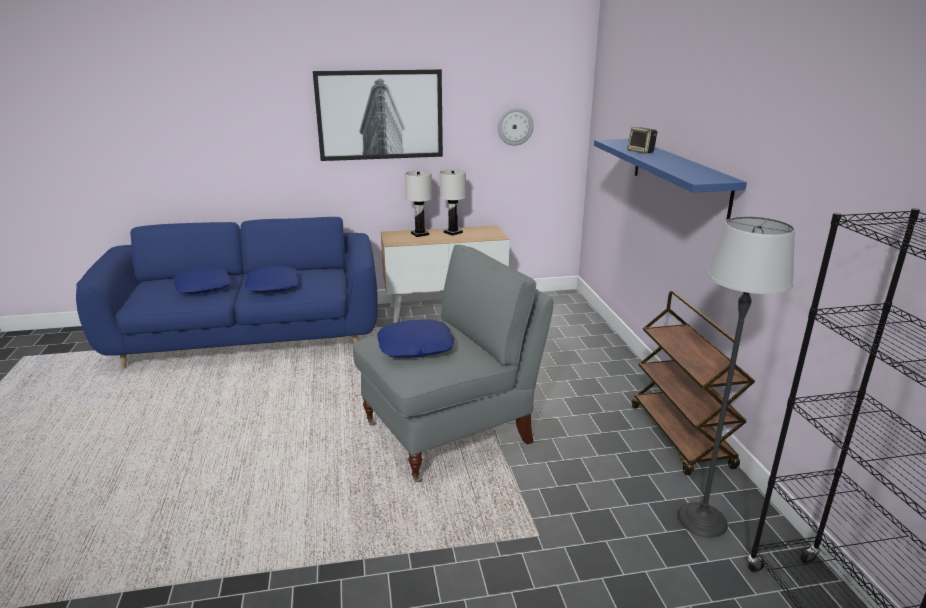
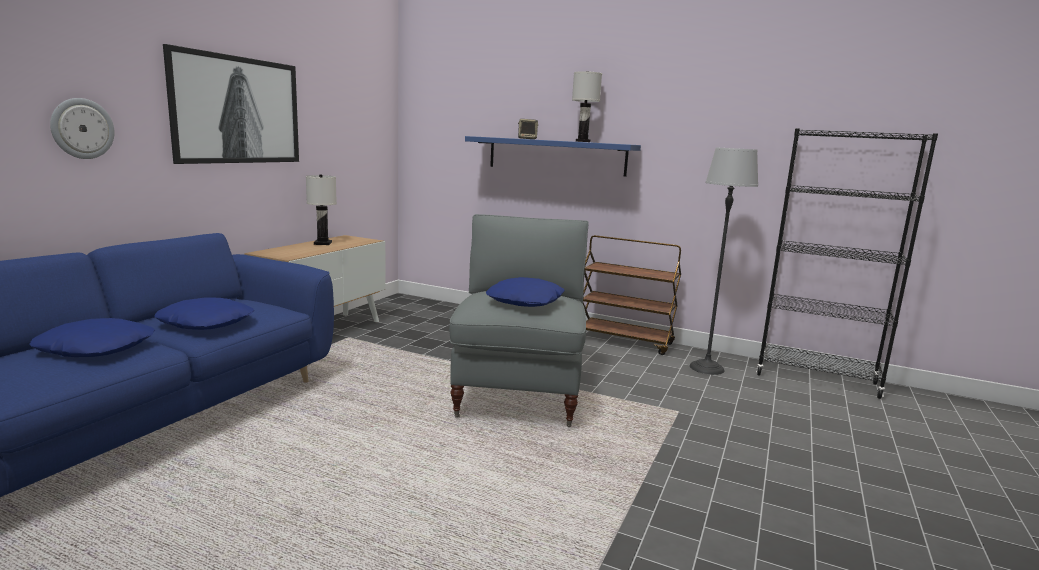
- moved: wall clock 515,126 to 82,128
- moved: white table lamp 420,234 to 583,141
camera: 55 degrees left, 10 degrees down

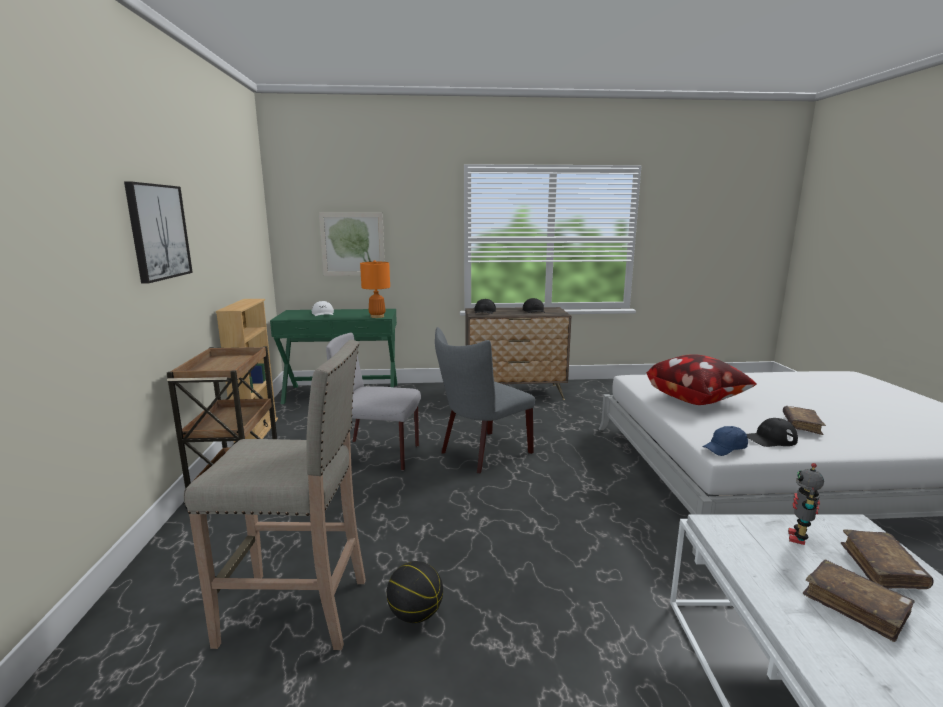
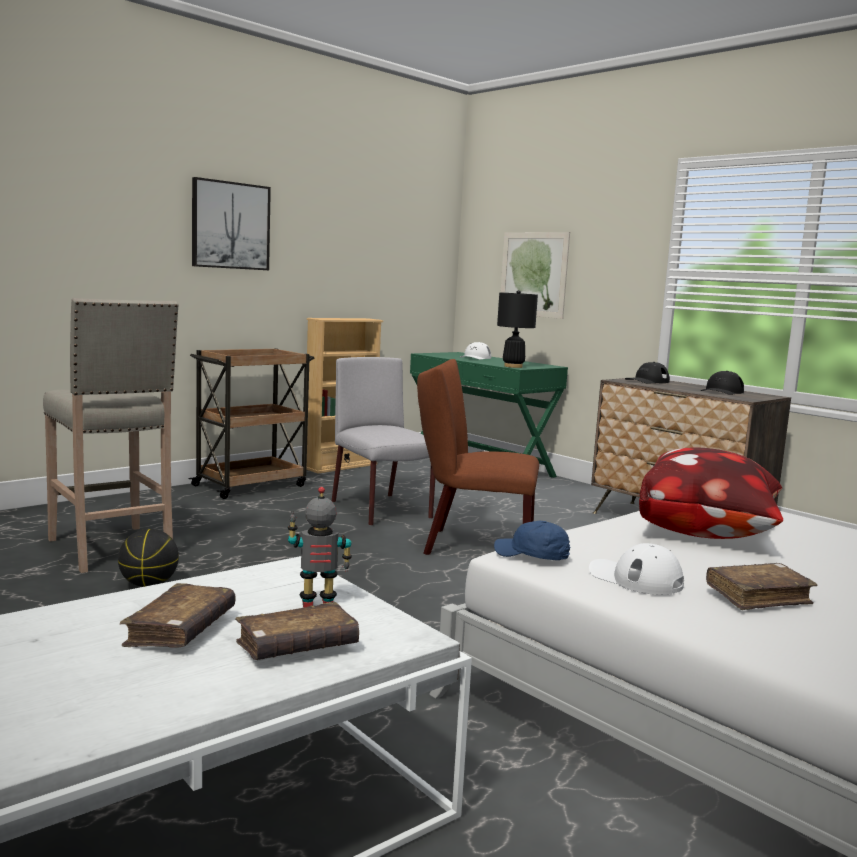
- recoloured: grey chair 481,453 to brown chair 471,545
- recoloured: orange table lamp 377,316 to black table lamp 513,366
- recoloured: black cap 769,439 to white cap 635,579
camera: 50 degrees right, 5 degrees down

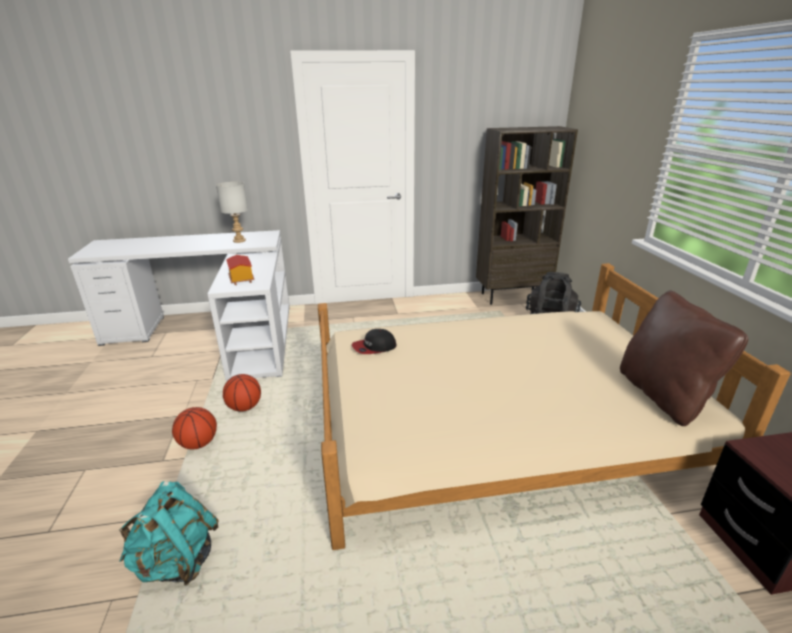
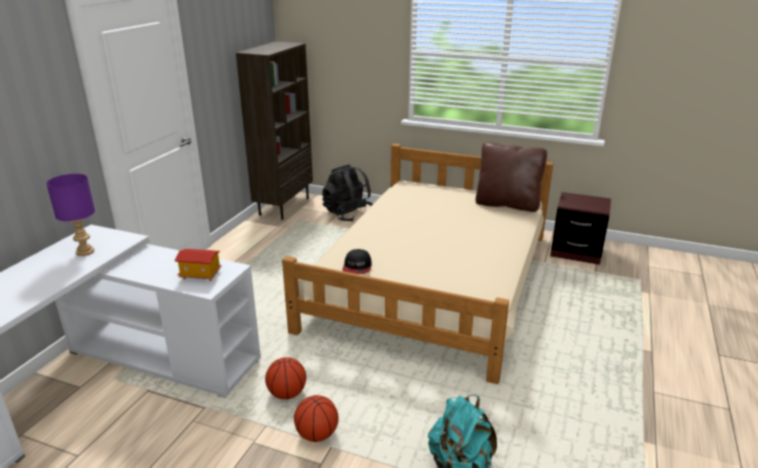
- recoloured: grey table lamp 239,241 to purple table lamp 86,252
camera: 60 degrees left, 0 degrees up

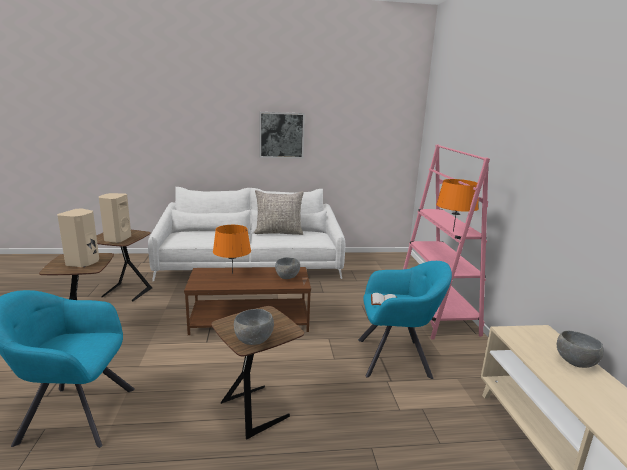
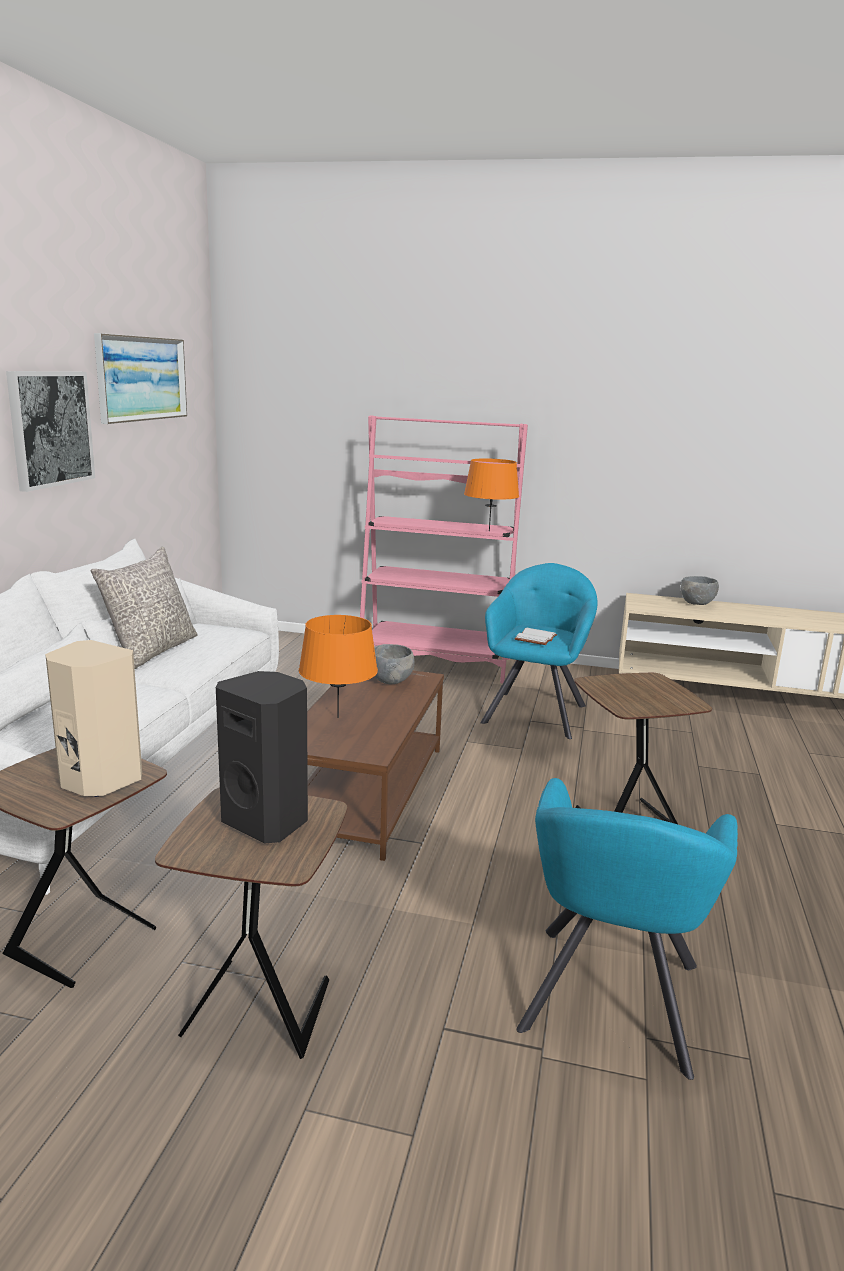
- added: picture 142,378
- recoloured: beige speaker 83,263 to black speaker 268,822
- removed: grey bowl 254,341
camera: 70 degrees left, 0 degrees up

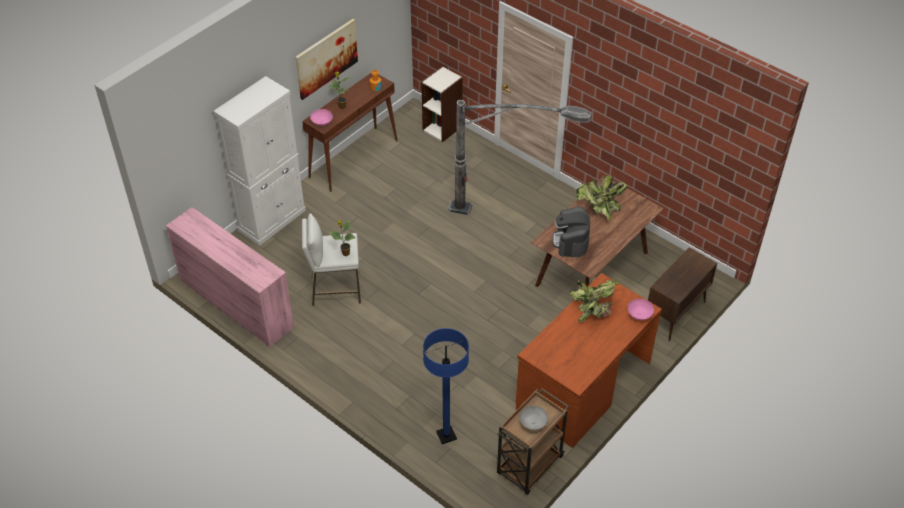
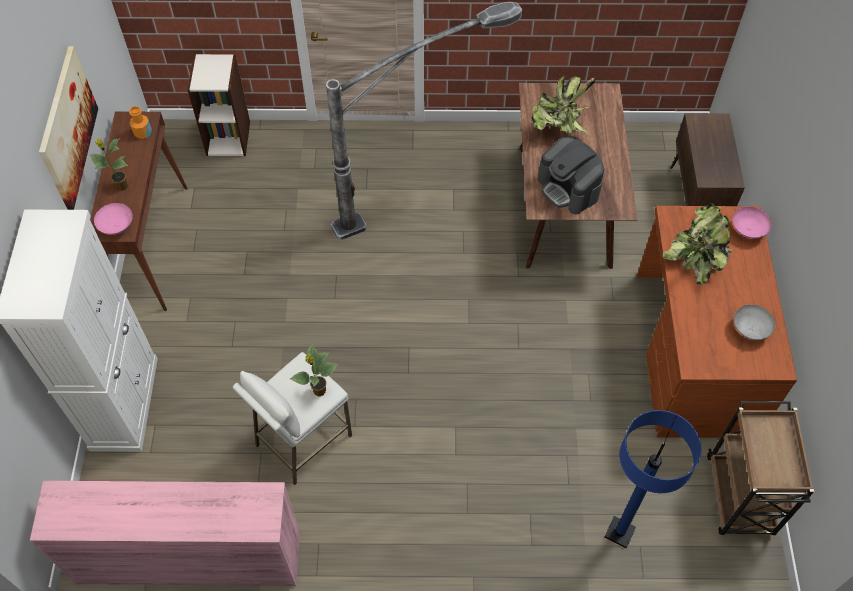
- moved: grey bowl 533,423 to 749,329
camera: 40 degrees left, 10 degrees up

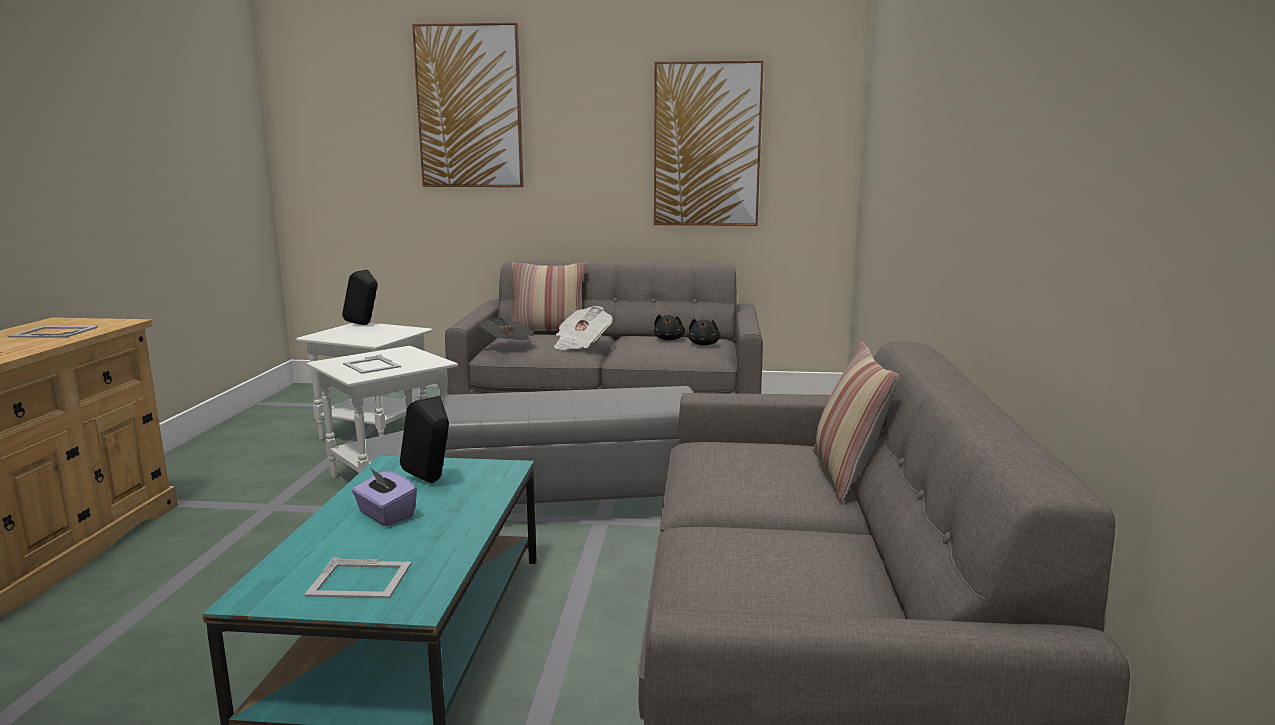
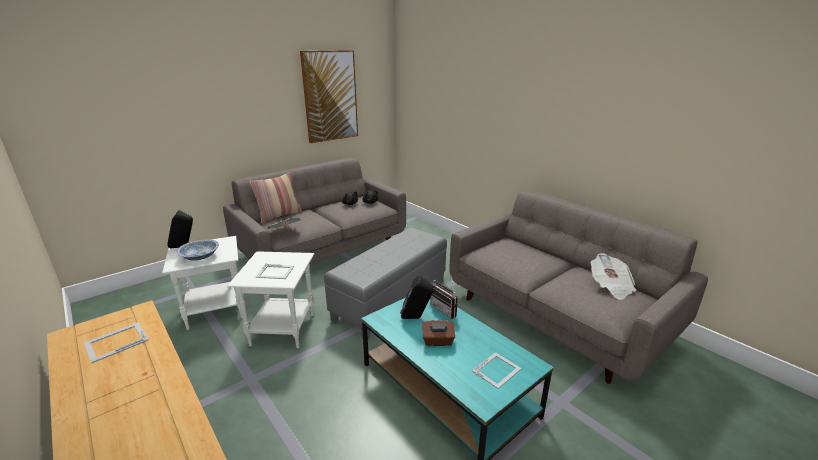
- added: bowl 200,257
- recoloured: purple tissue box 385,515 to brown tissue box 438,341
- added: radio 446,310
- moved: newspaper 581,344 to 610,287
- removed: picture 469,107
- removed: pillow 846,475
camera: 45 degrees left, 10 degrees up

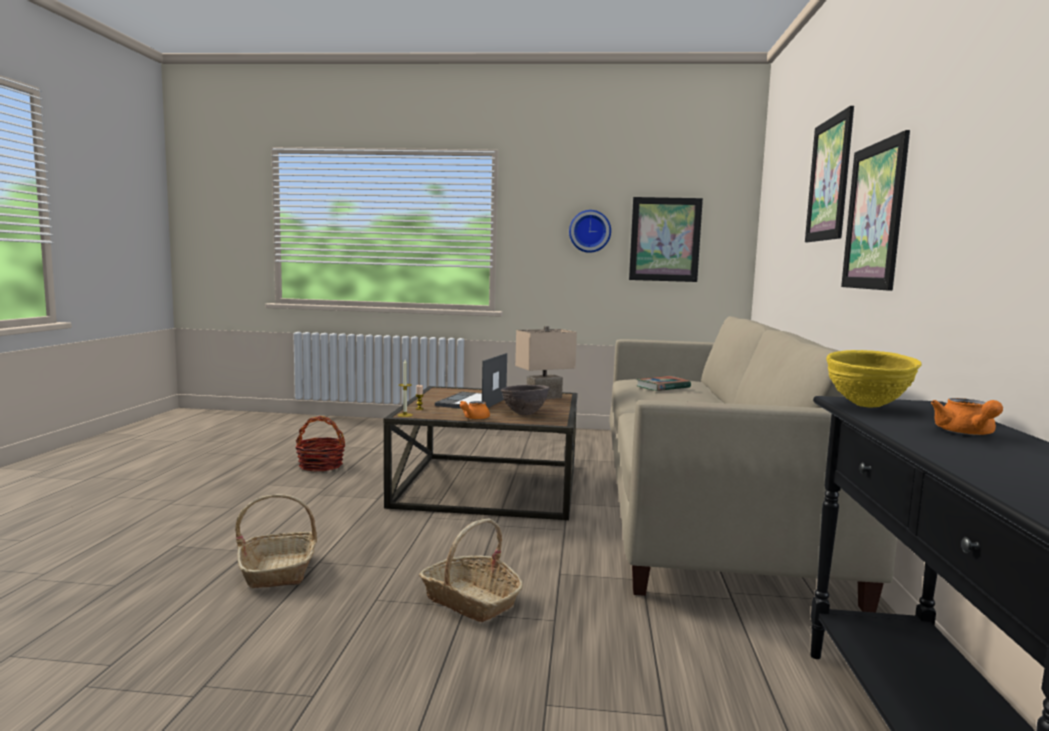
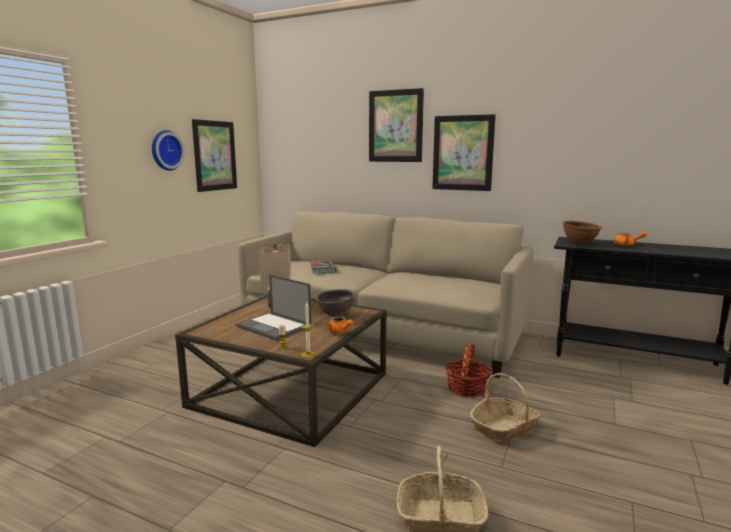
- moved: basket 321,465 to 467,388
- recoloured: yellow bowl 866,406 to brown bowl 579,244
camera: 70 degrees left, 5 degrees up

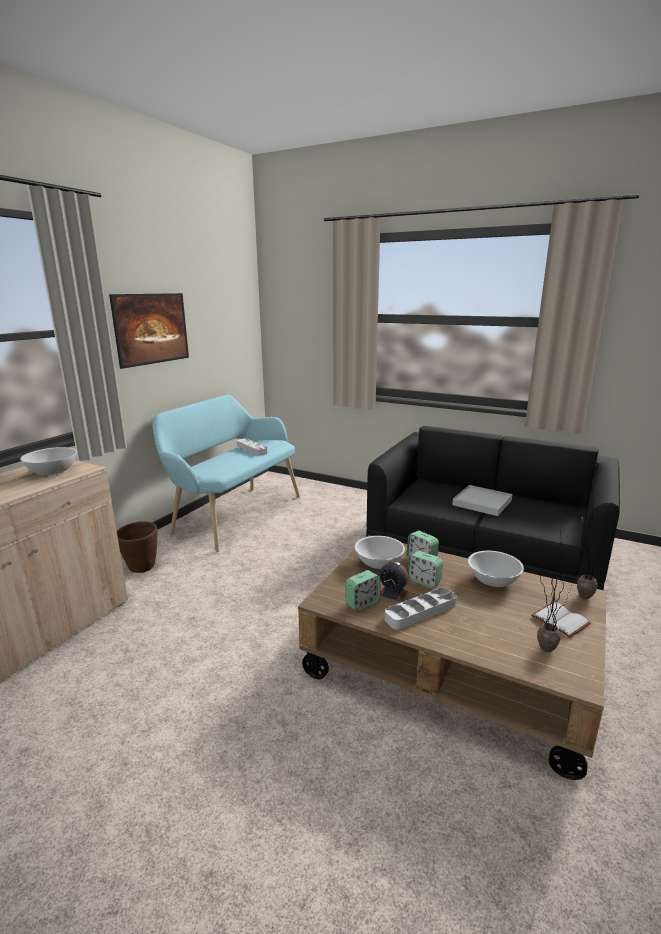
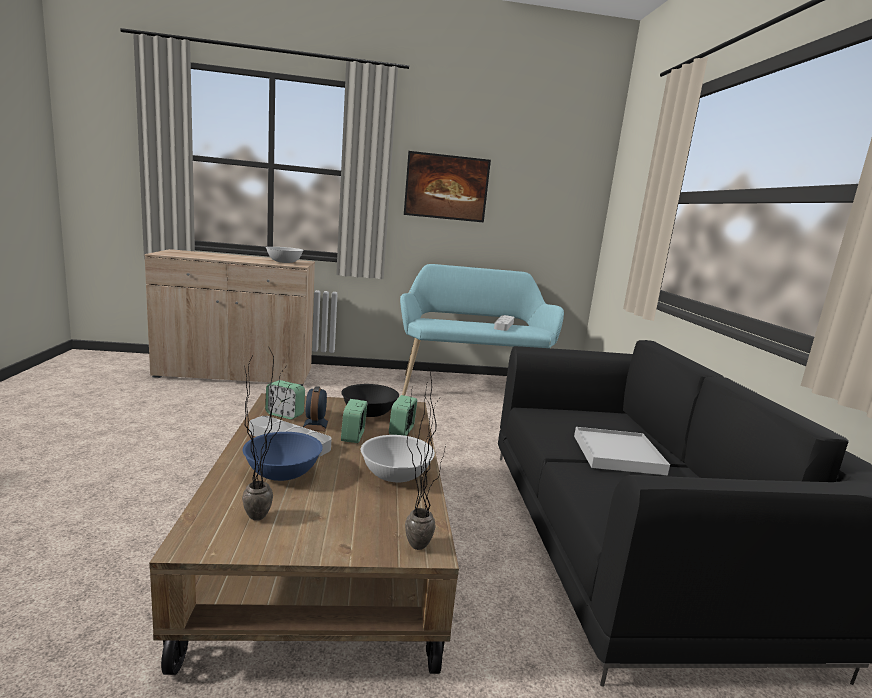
- added: blue bowl 282,472
- recoloured: white bowl 379,563 to black bowl 368,413
- removed: brown planter 141,568
- removed: white book 561,621
camera: 55 degrees right, 5 degrees down

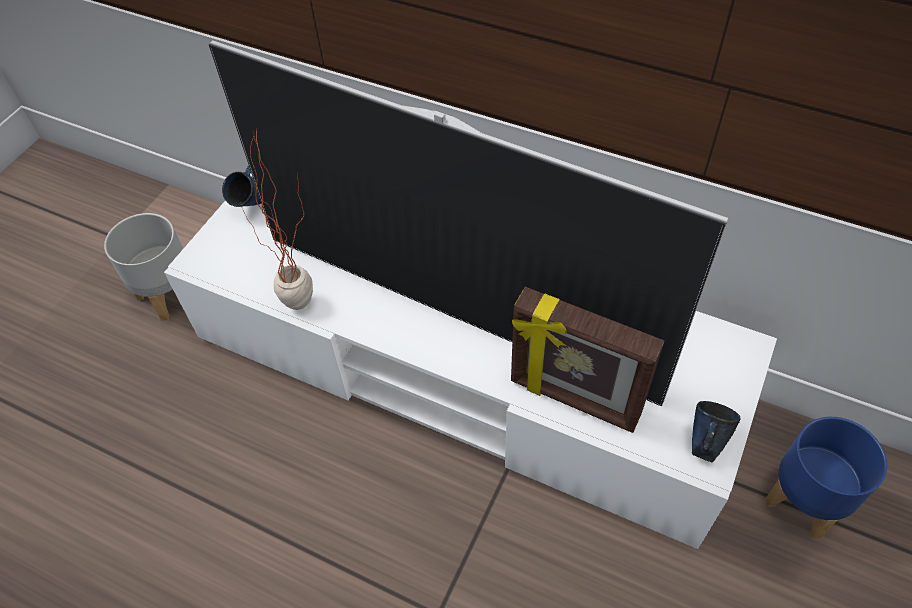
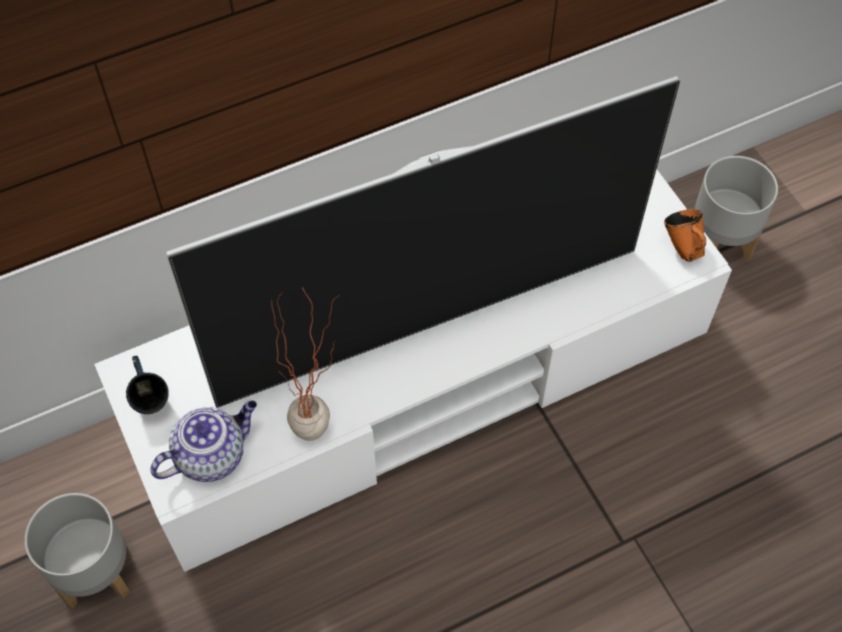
- added: teapot 212,455
- recoloured: blue mug 705,443 to orange mug 682,249
- recoloured: blue planter 803,500 to grey planter 718,242
- removed: picture frame 573,400
camera: 55 degrees left, 5 degrees up

